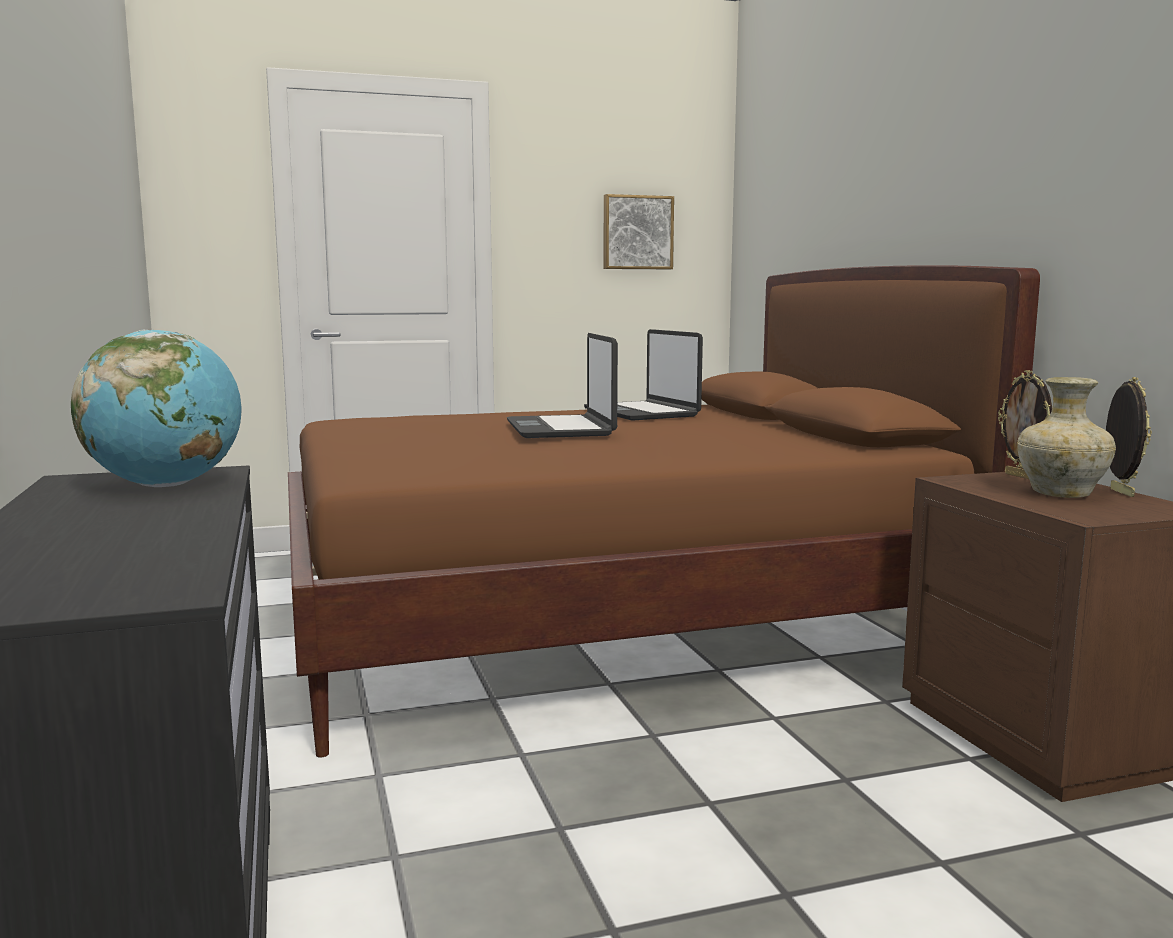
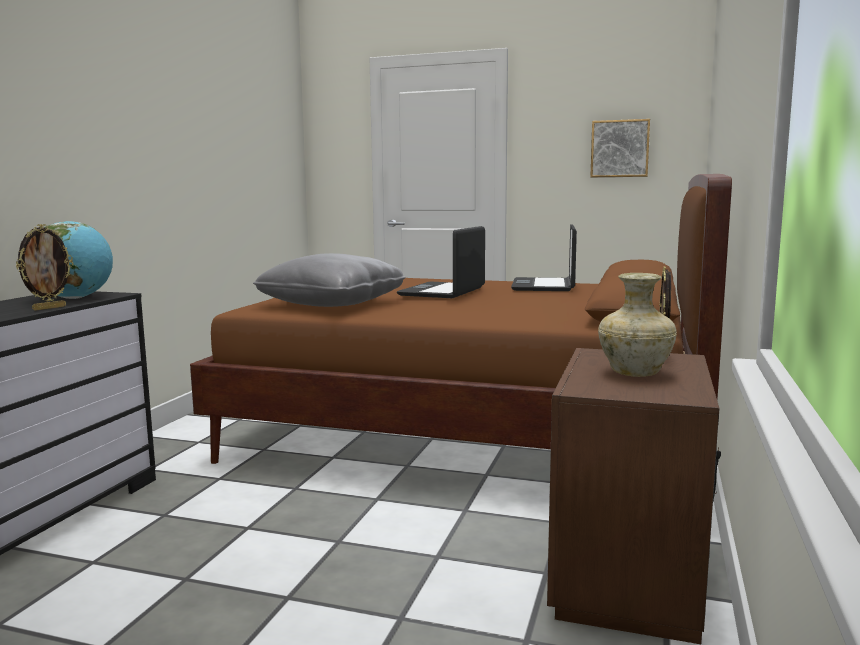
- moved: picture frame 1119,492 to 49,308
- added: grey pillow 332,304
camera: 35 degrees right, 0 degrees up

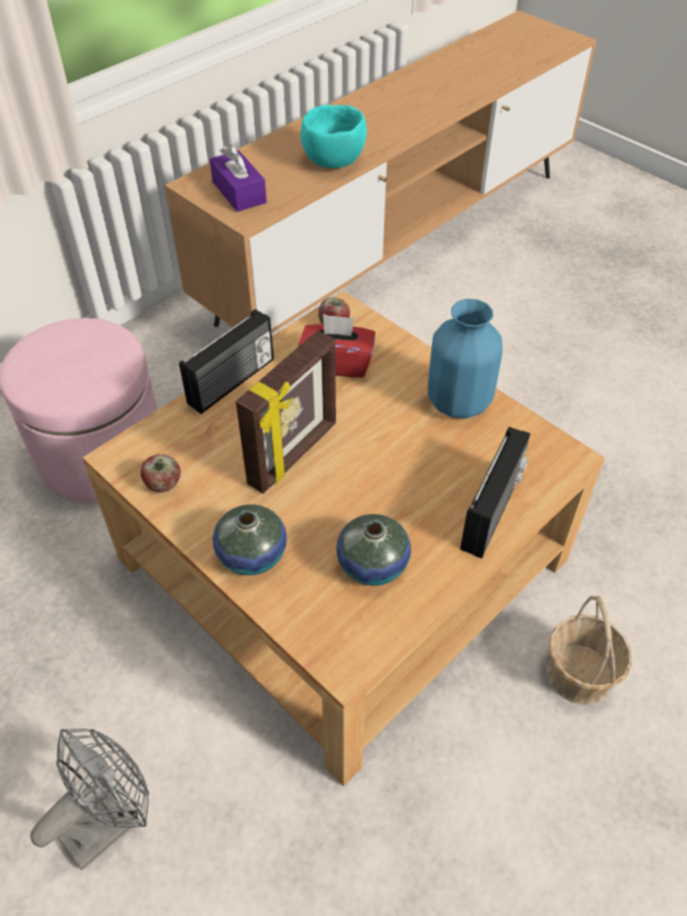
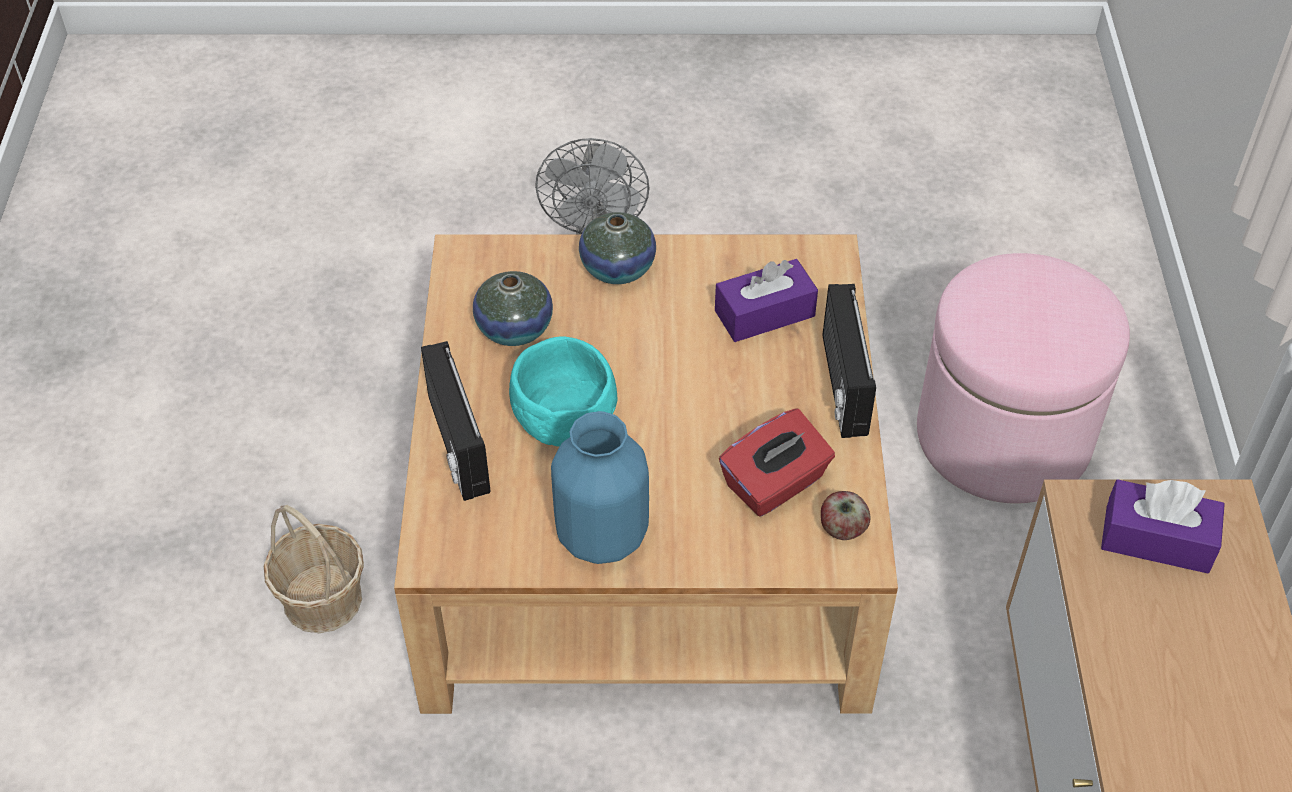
- moved: turquoise bowl 334,162 to 562,423
- added: purple tissue box 764,313
- removed: apple 163,484
- removed: picture frame 294,455
camera: 135 degrees right, 0 degrees up

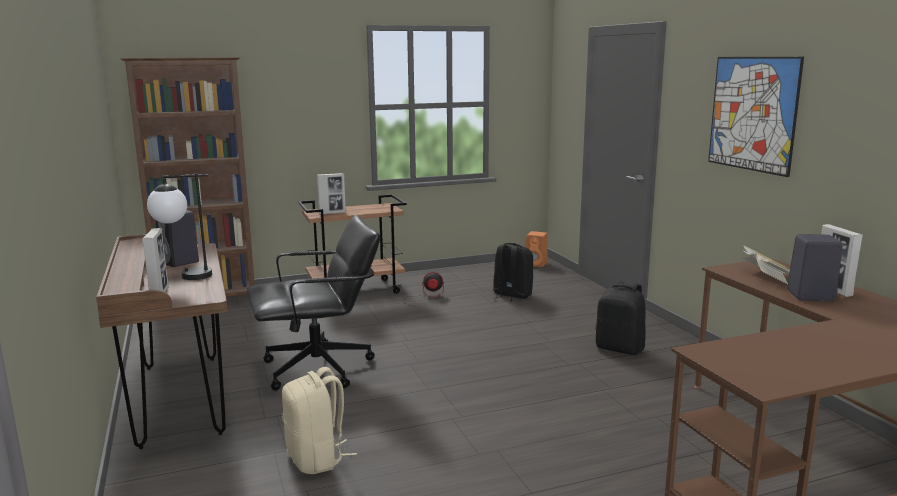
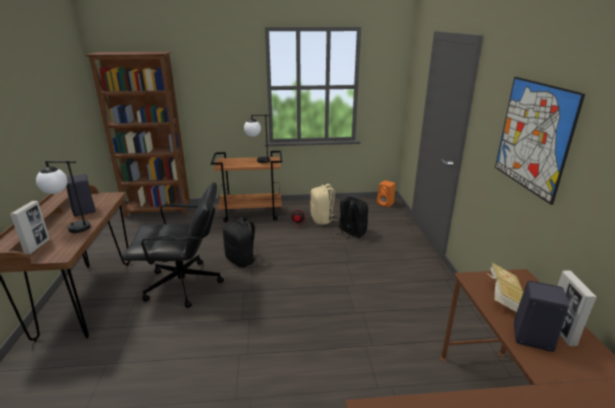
- moved: black backpack 620,348 to 241,260
- added: table lamp 258,161
- moved: beige backpack 317,459 to 322,220
- removed: picture frame 332,213
camera: 15 degrees right, 10 degrees up

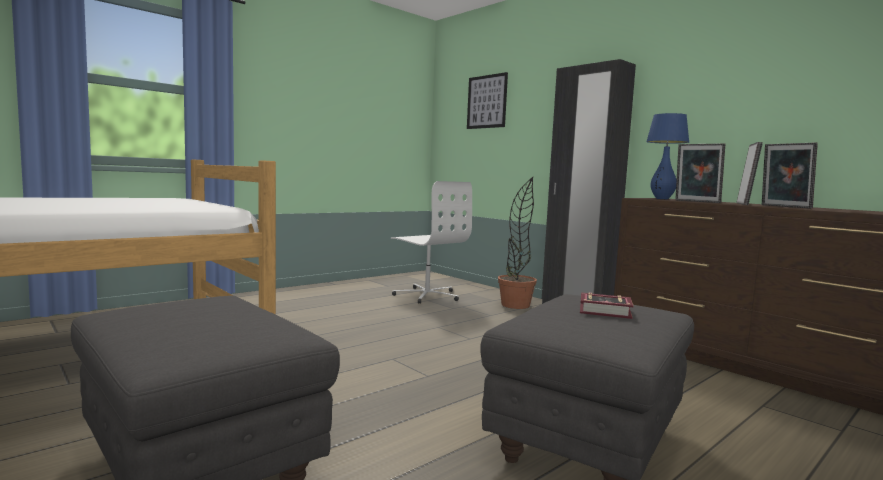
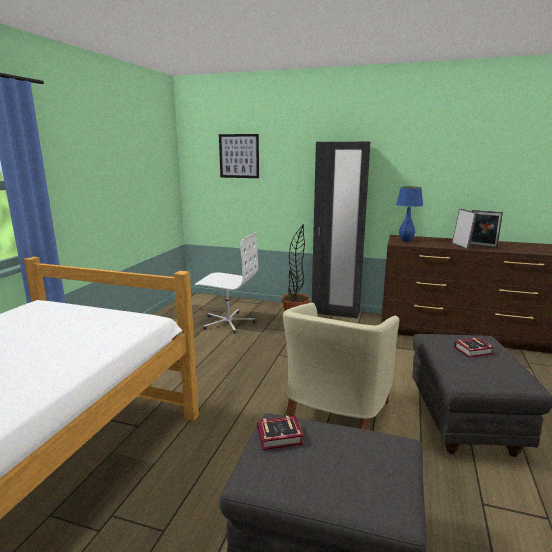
- added: book 282,437
- added: beige armchair 335,415
- removed: picture frame 696,201
camera: 30 degrees left, 10 degrees up

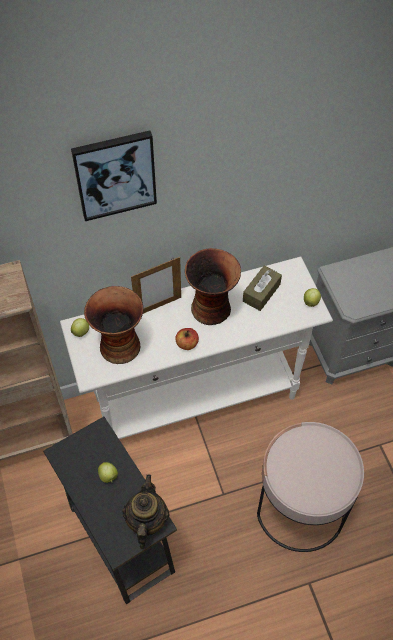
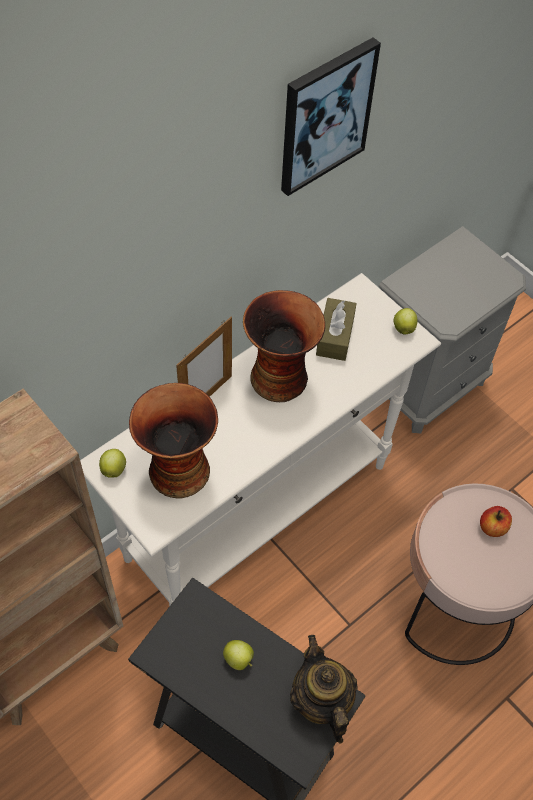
- moved: picture 115,175 to 325,116
- moved: apple 187,344 to 492,527
camera: 25 degrees left, 0 degrees up

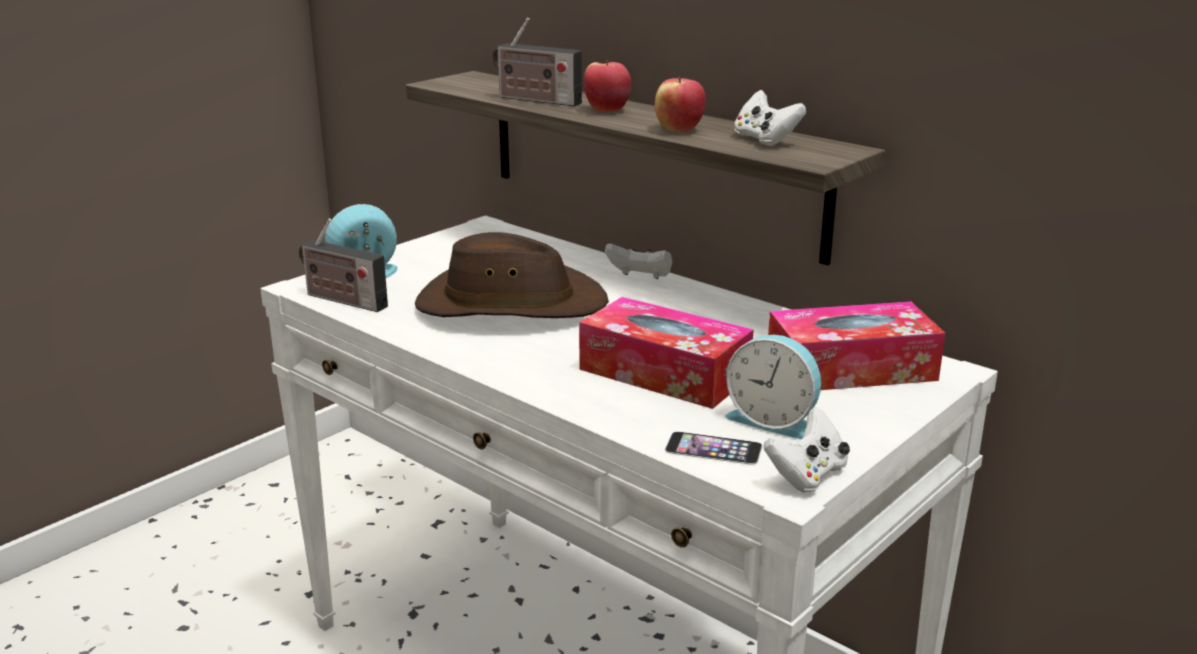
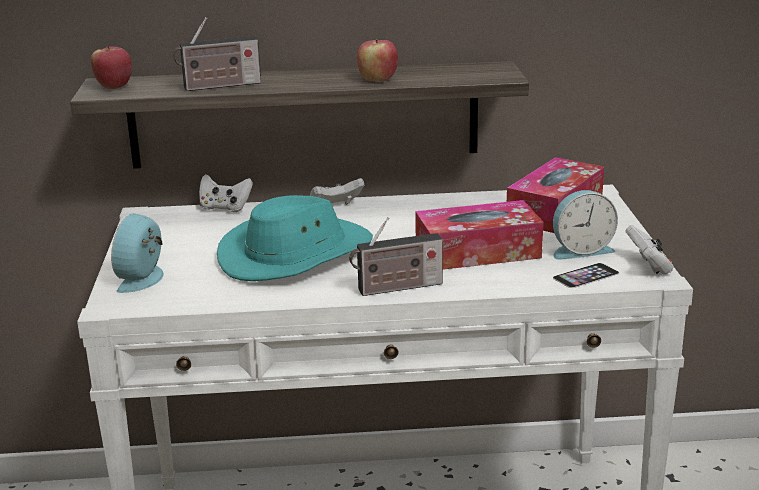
- moved: apple 607,110 to 114,87
- moved: white game controller 765,140 to 225,208
- recoloured: brown hat 510,304 to turquoise hat 296,254
- moved: radio 342,300 to 396,288
camera: 45 degrees left, 0 degrees up

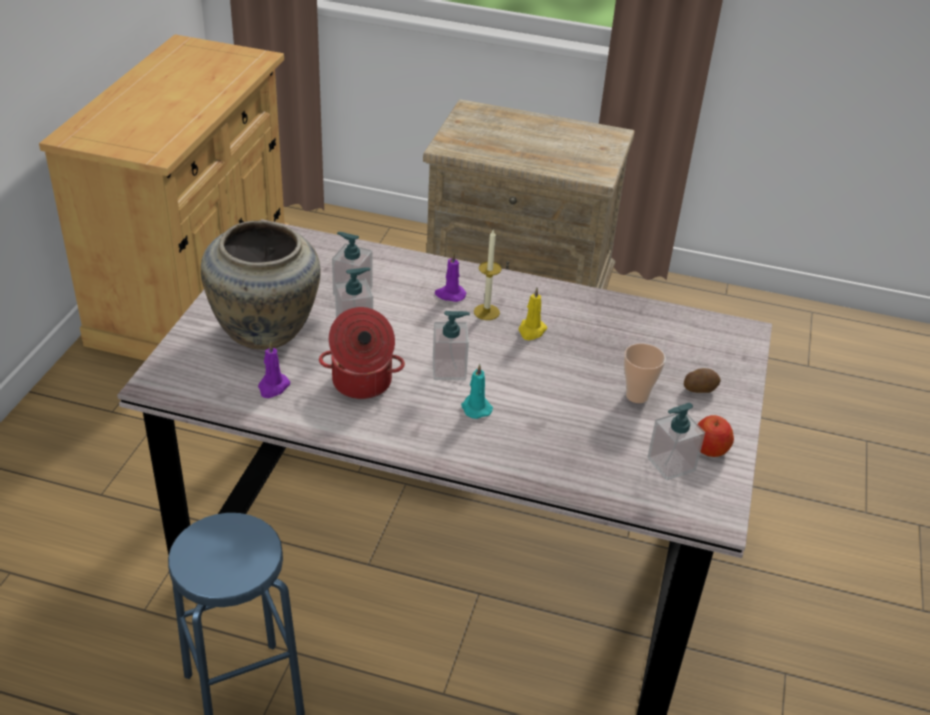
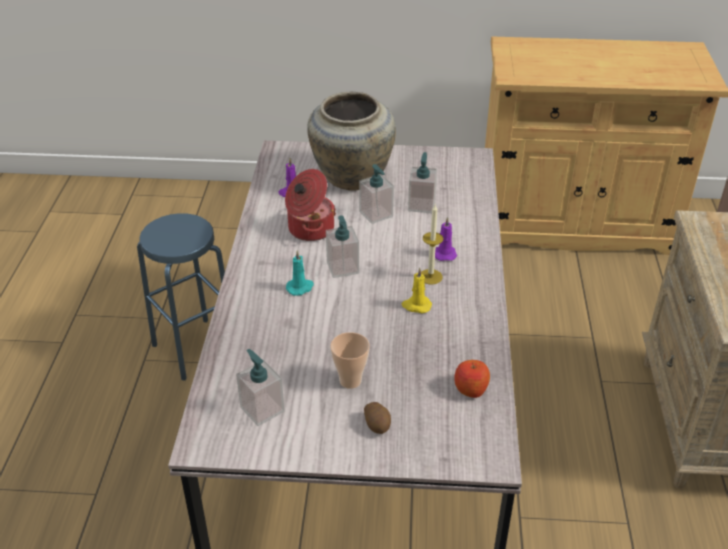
- moved: apple 710,449 to 470,388
camera: 80 degrees right, 0 degrees up

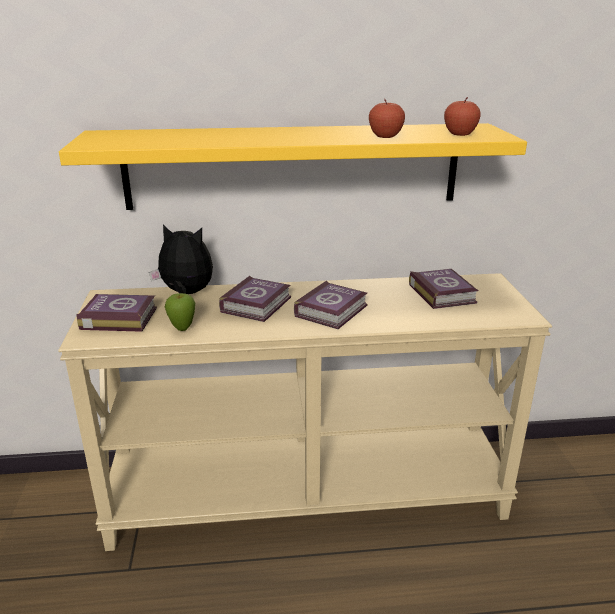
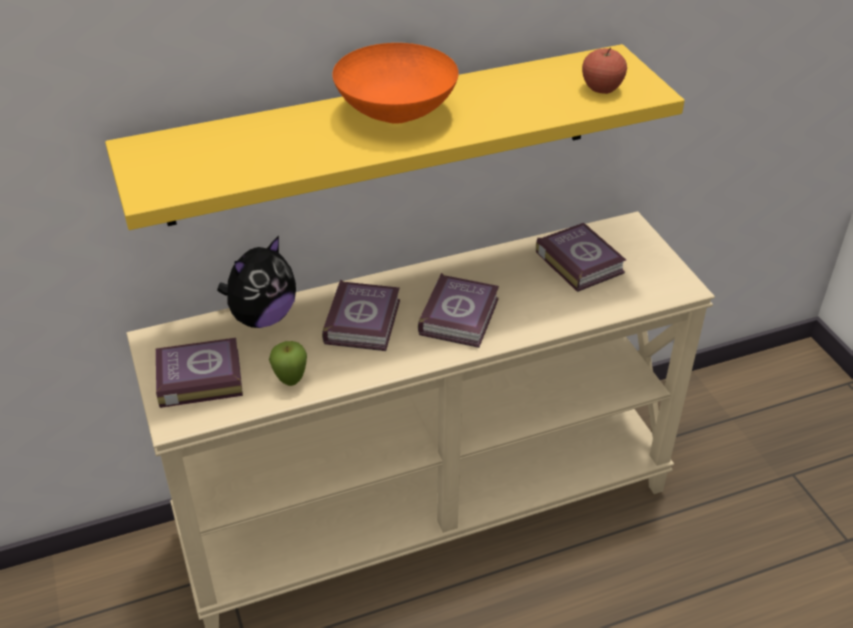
- turned: plush toy 186,293 = 262,317 135 degrees clockwise
- added: orange bowl 396,112
- removed: apple 385,136
camera: 15 degrees left, 15 degrees up

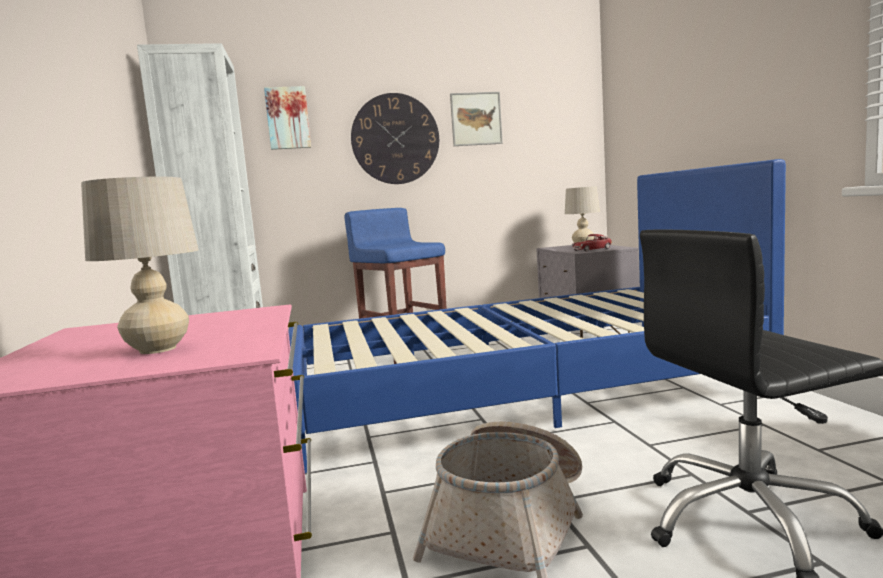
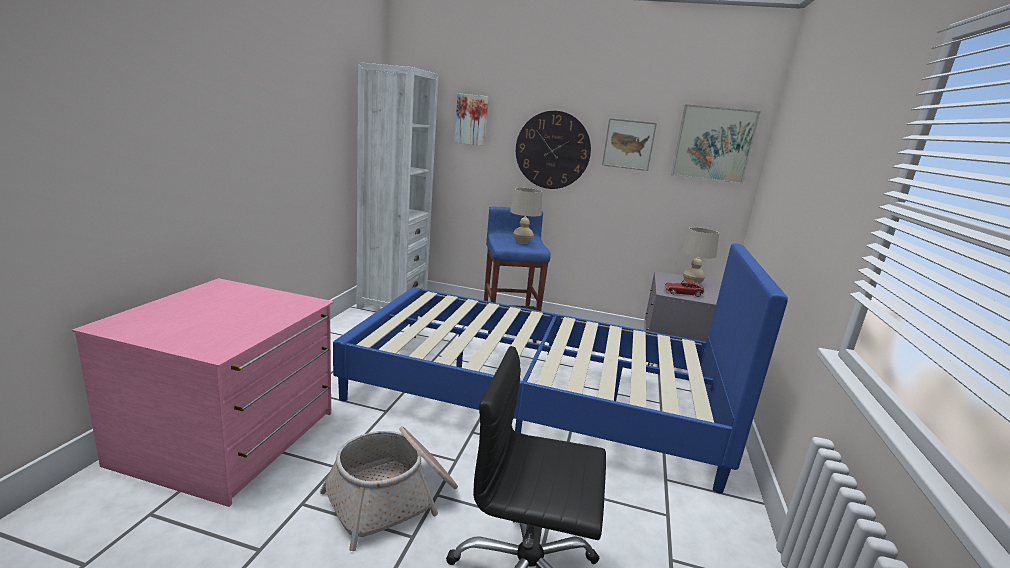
- moved: beige table lamp 158,349 to 522,242
- added: picture 713,144
camera: 25 degrees right, 10 degrees up

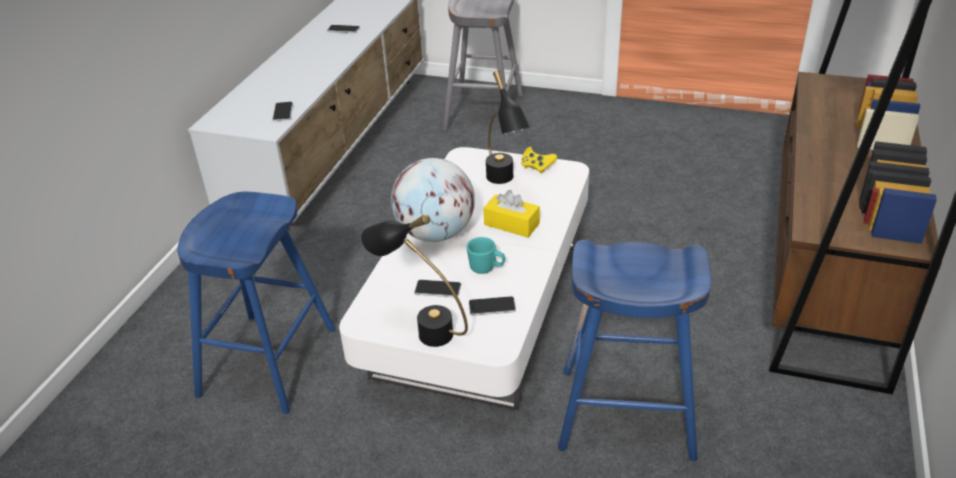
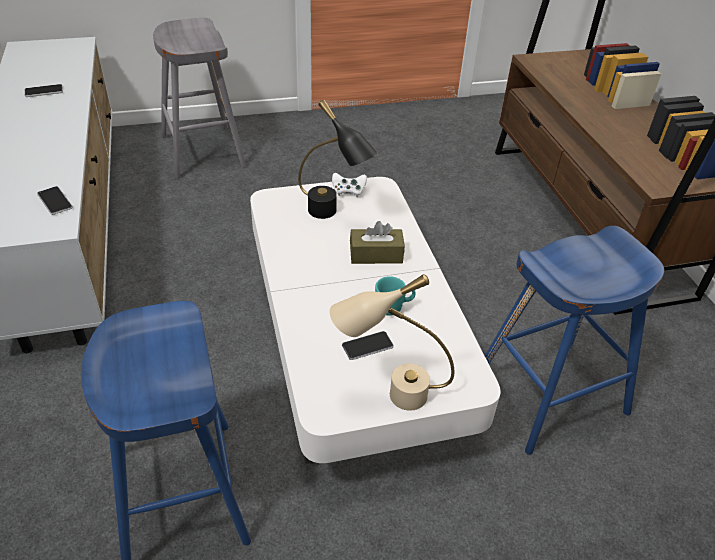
- recoloured: black table lamp 421,329 to beige table lamp 389,395
- recoloured: yellow game controller 537,167 to white game controller 348,191
- recoloured: yellow tissue box 511,224 to brown tissue box 376,255
- removed: globe 436,233
- removed: phone 492,307
camera: 35 degrees left, 5 degrees up

